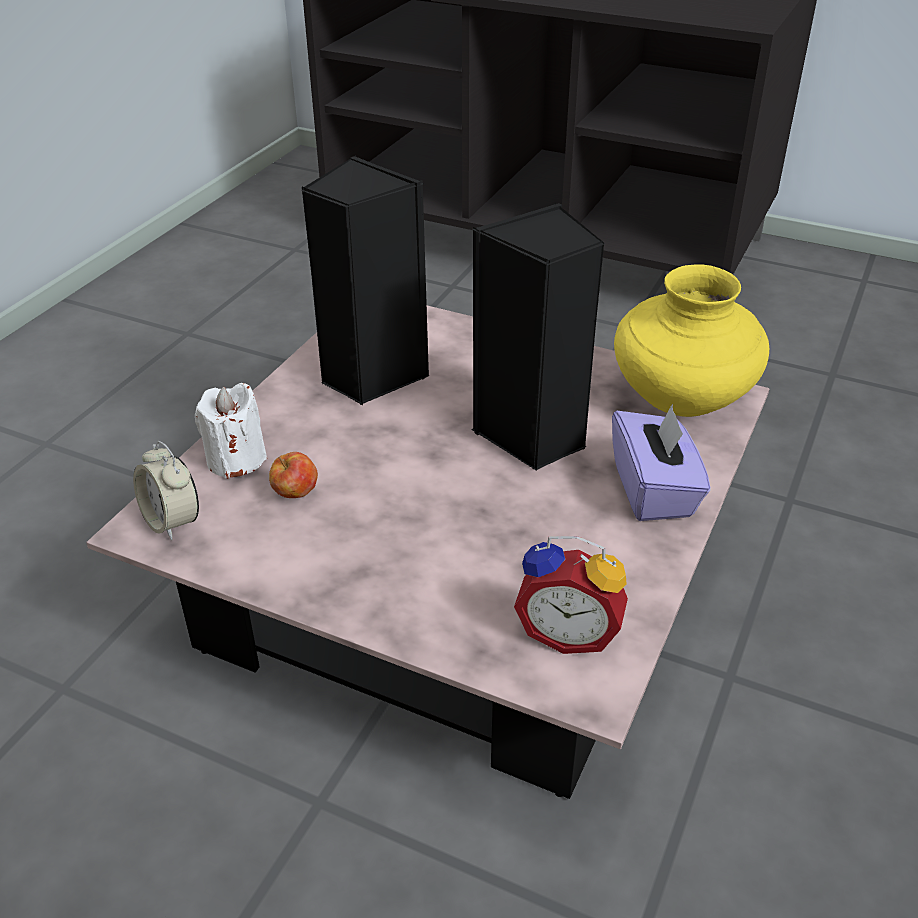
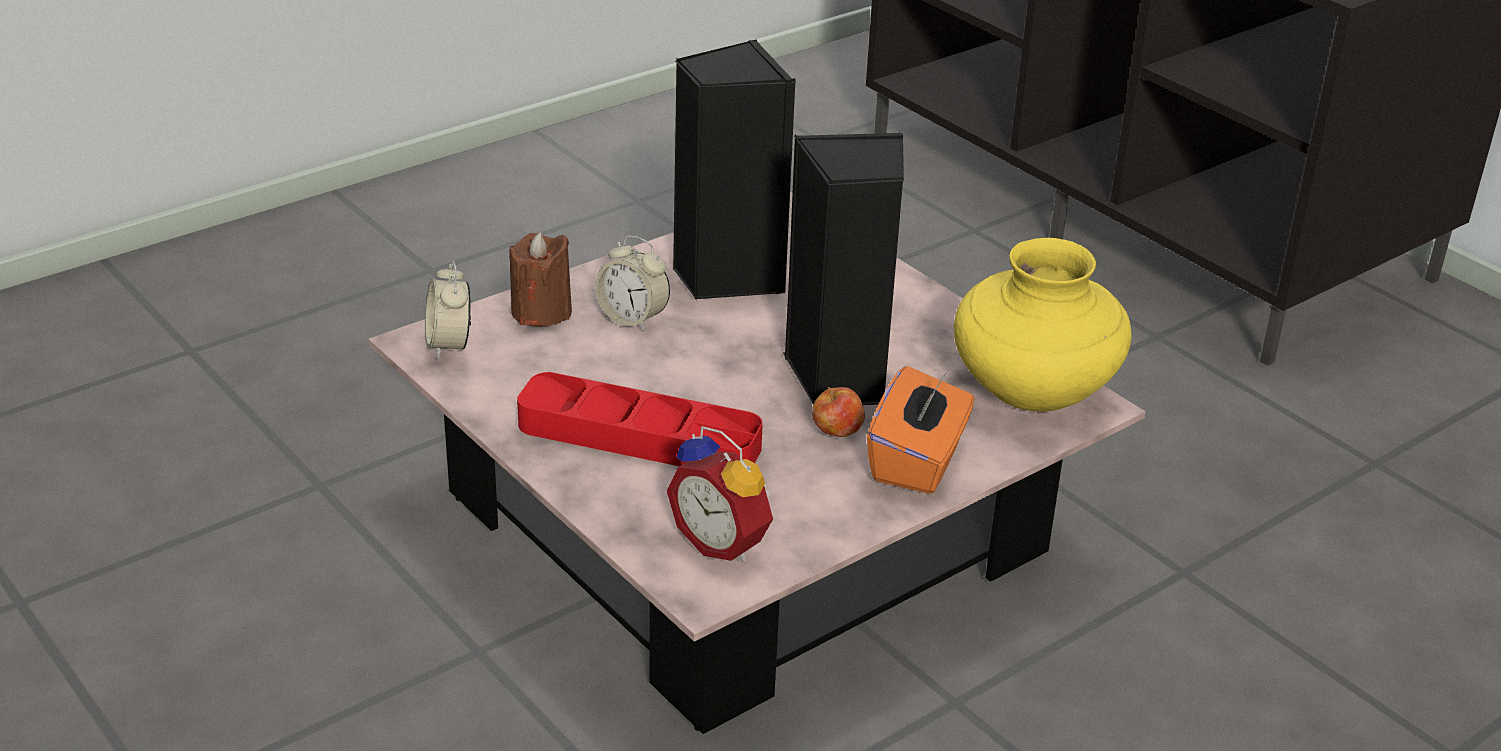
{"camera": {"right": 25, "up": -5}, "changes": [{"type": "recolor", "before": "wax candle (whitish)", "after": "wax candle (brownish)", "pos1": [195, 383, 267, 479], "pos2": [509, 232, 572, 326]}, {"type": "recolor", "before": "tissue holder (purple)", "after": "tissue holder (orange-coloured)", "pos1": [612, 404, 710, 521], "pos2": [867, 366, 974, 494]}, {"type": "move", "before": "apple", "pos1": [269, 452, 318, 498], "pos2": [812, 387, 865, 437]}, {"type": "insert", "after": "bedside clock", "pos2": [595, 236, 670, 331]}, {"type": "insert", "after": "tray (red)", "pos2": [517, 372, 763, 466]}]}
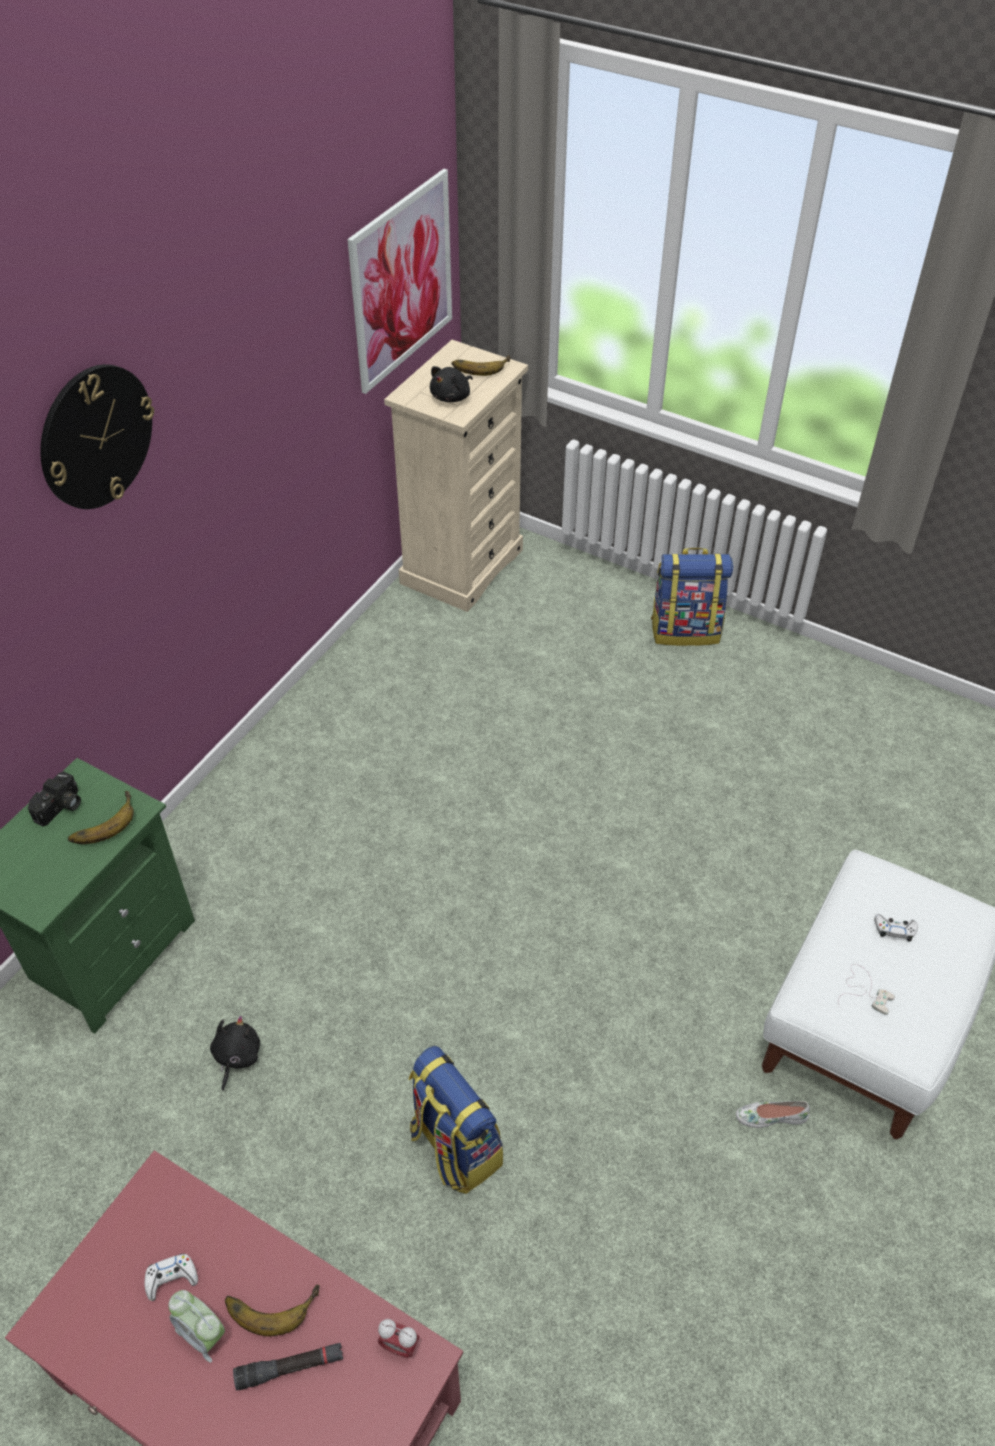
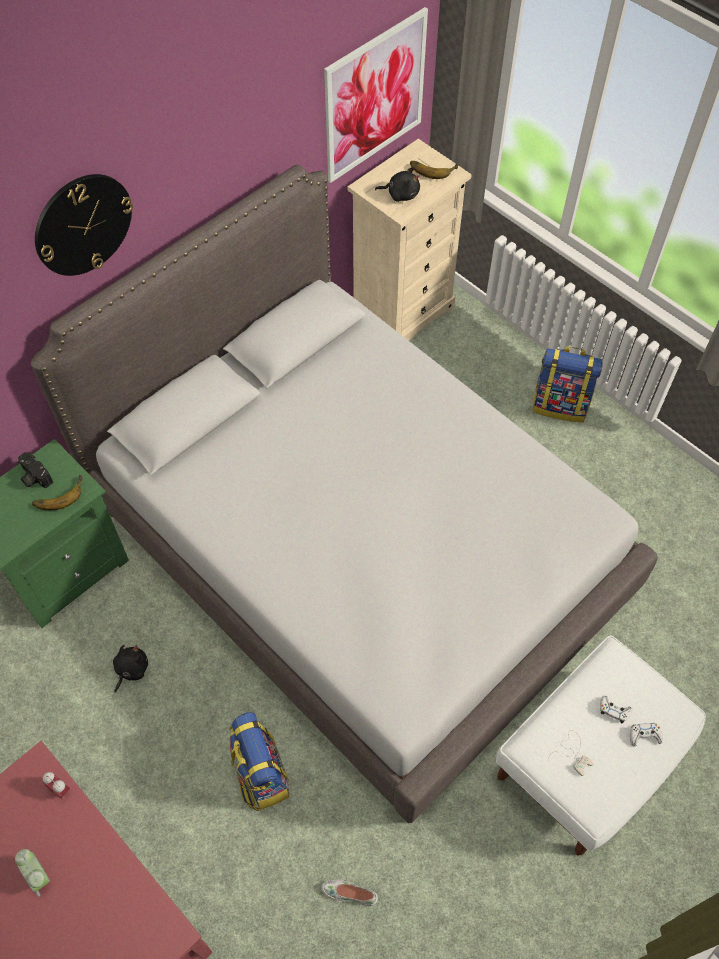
{"camera": {"right": 15, "up": 10}, "changes": [{"type": "rotate", "before": "soft toy (blackish)", "pos1": [430, 366, 473, 402], "pos2": [375, 167, 420, 202], "turn": -135}, {"type": "rotate", "before": "still camera", "pos1": [28, 771, 81, 826], "pos2": [18, 452, 53, 488], "turn": 90}, {"type": "move", "before": "shoe (whitish)", "pos1": [736, 1101, 810, 1128], "pos2": [322, 880, 378, 906]}, {"type": "move", "before": "game controller (whitish)", "pos1": [144, 1253, 198, 1301], "pos2": [630, 723, 663, 747]}, {"type": "delete", "before": "banana", "pos1": [225, 1284, 320, 1336]}, {"type": "move", "before": "bedside clock", "pos1": [377, 1319, 420, 1358], "pos2": [43, 772, 70, 798]}, {"type": "delete", "before": "hand torch (blackish)", "pos1": [233, 1343, 343, 1391]}, {"type": "insert", "after": "bed (gray)", "pos2": [31, 165, 658, 823]}]}
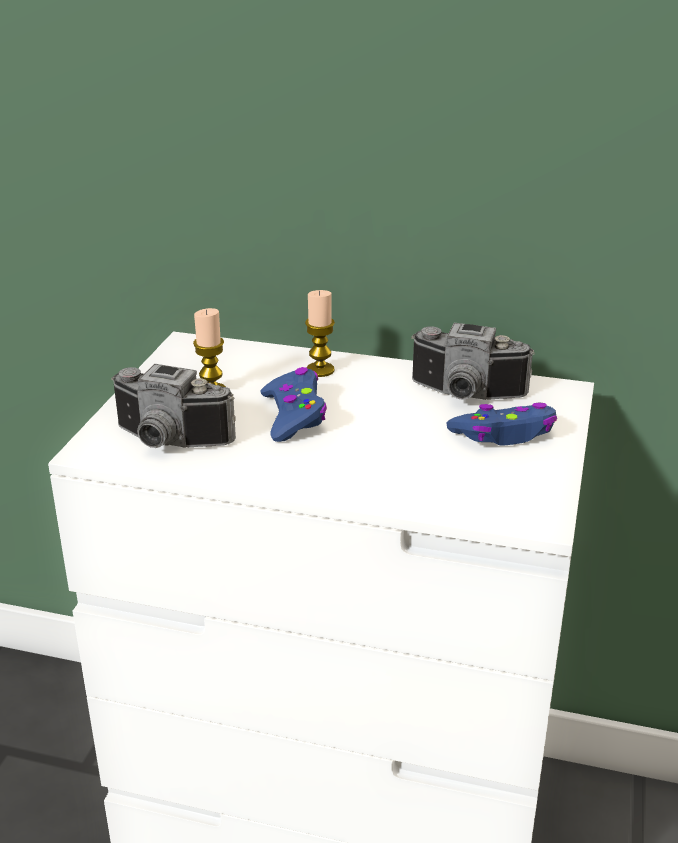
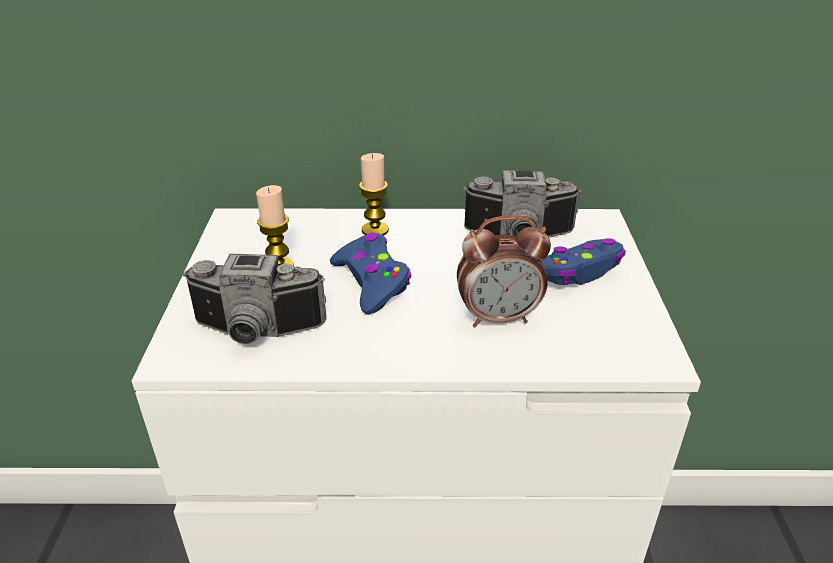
{"camera": {"right": -15, "up": 5}, "changes": [{"type": "insert", "after": "bedside clock", "pos2": [457, 215, 551, 327]}]}
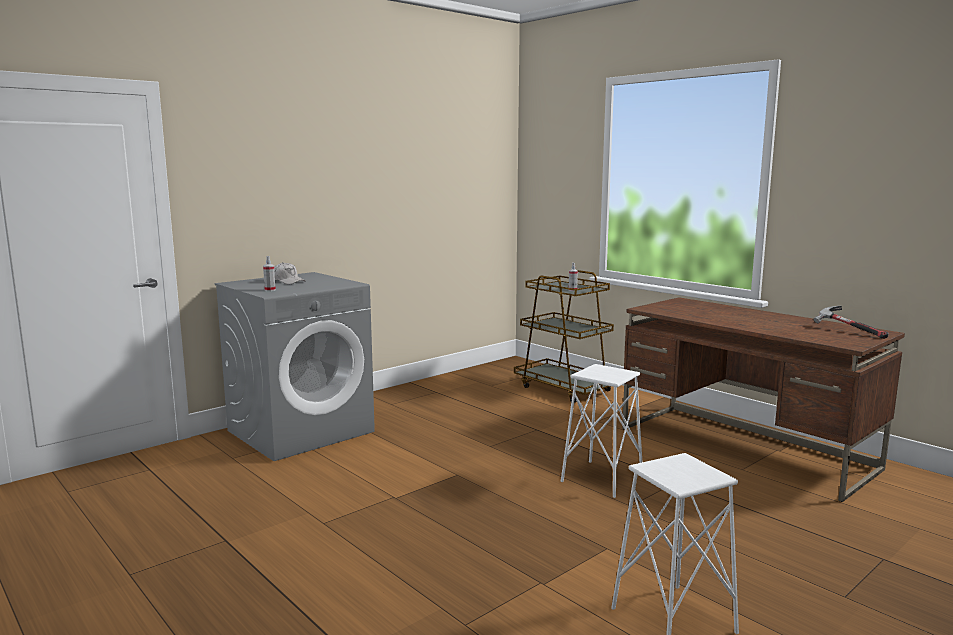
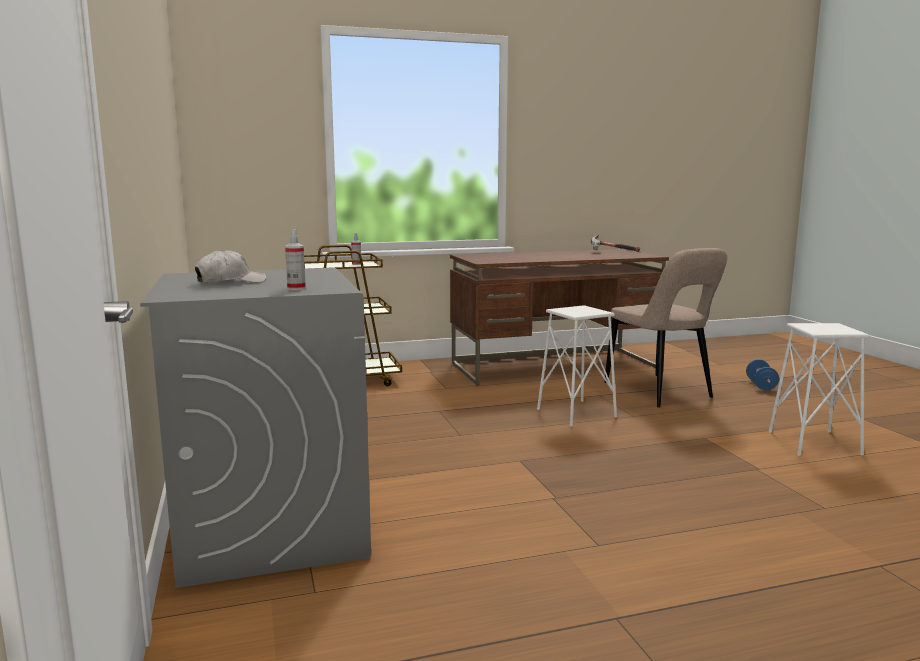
{"camera": {"right": -65, "up": 0}, "changes": [{"type": "insert", "after": "chair (beige-coloured)", "pos2": [605, 248, 727, 407]}, {"type": "insert", "after": "hand weight (blue)", "pos2": [746, 359, 779, 390]}]}
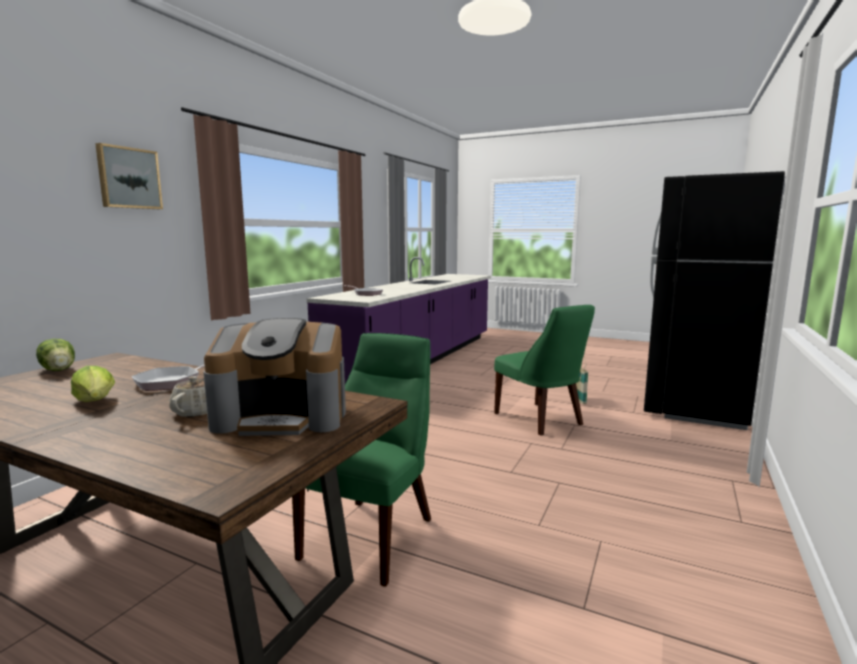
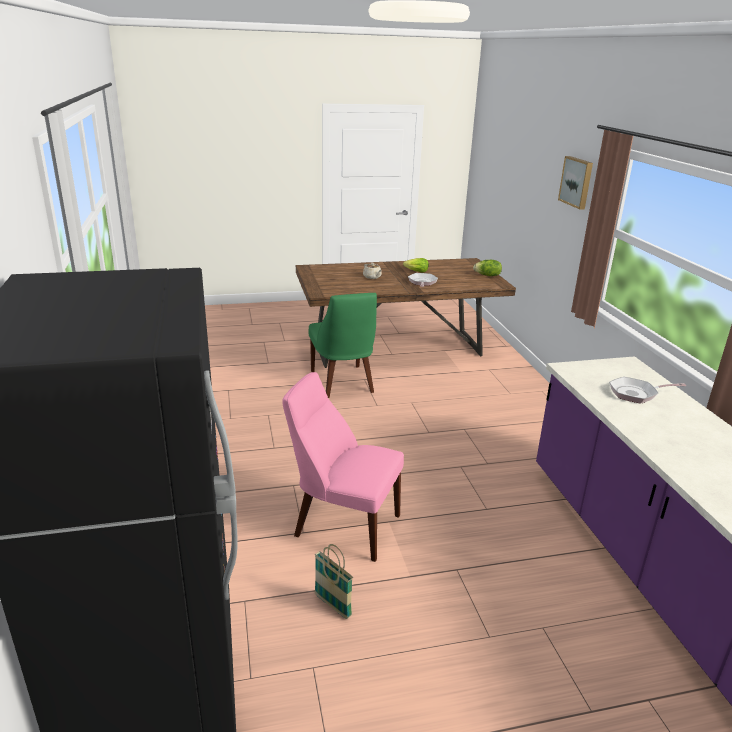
{"camera": {"right": 140, "up": 15}, "changes": [{"type": "recolor", "before": "chair (green-coloured)", "after": "chair (pinkish)", "pos1": [494, 305, 595, 436], "pos2": [282, 372, 404, 562]}, {"type": "delete", "before": "coffee maker", "pos1": [203, 318, 346, 436]}]}
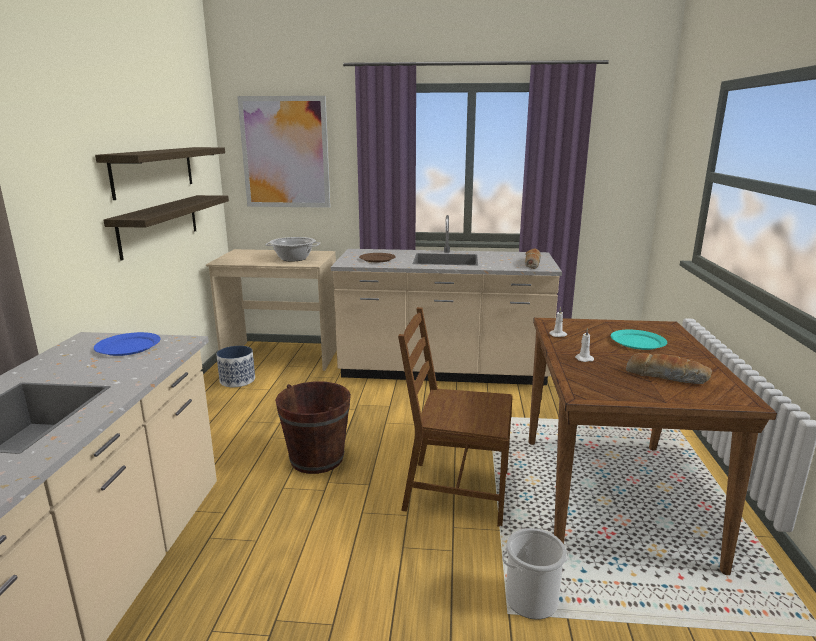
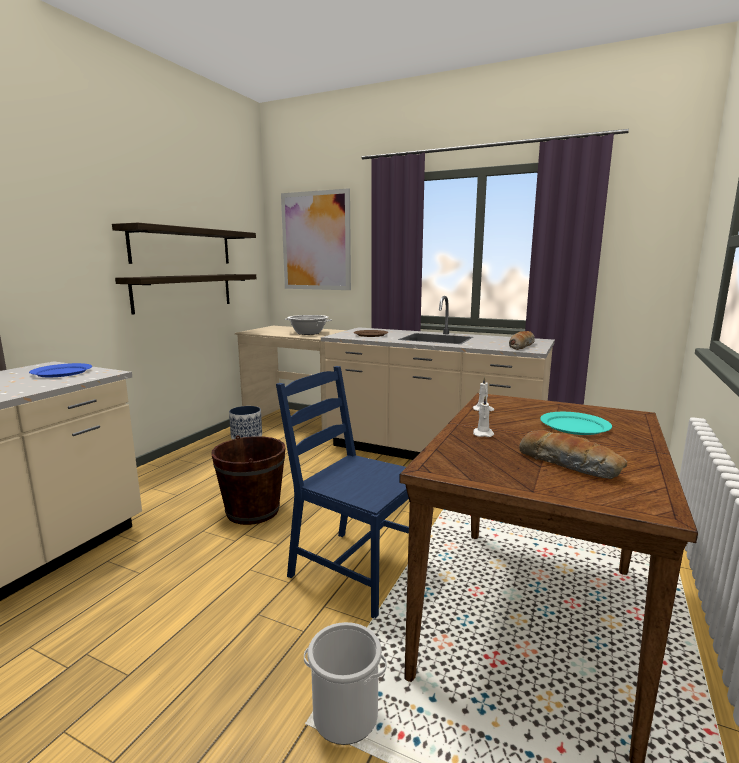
{"camera": {"right": 20, "up": -5}, "changes": [{"type": "recolor", "before": "chair (brownish)", "after": "chair (blue)", "pos1": [398, 307, 513, 527], "pos2": [276, 366, 409, 618]}]}
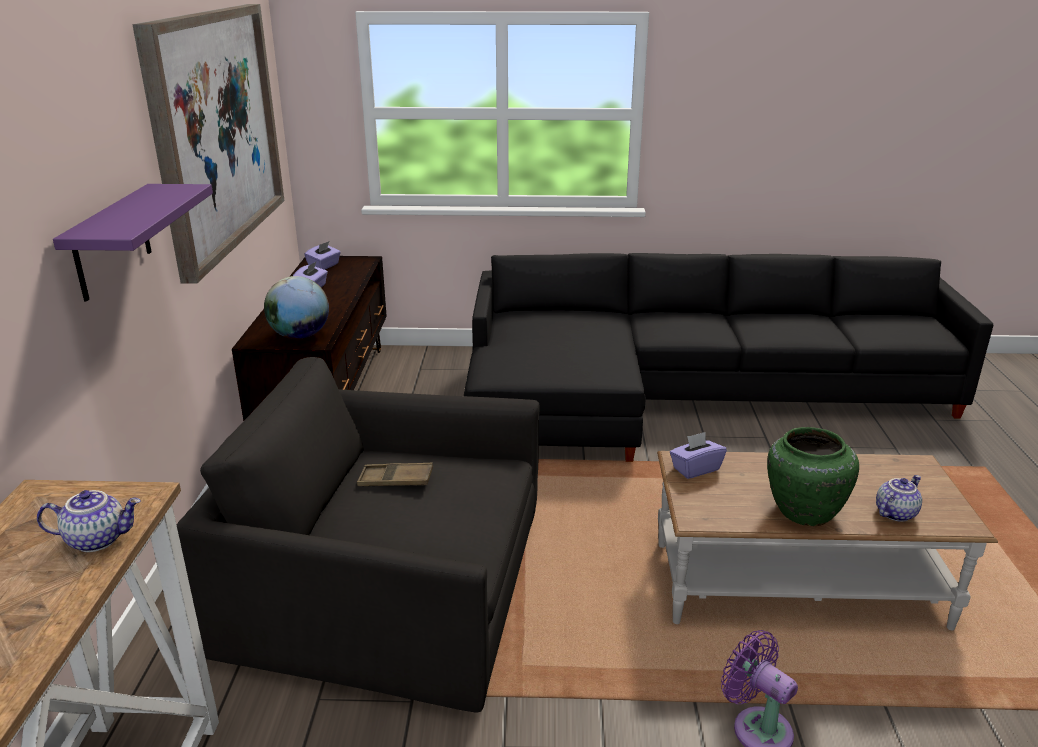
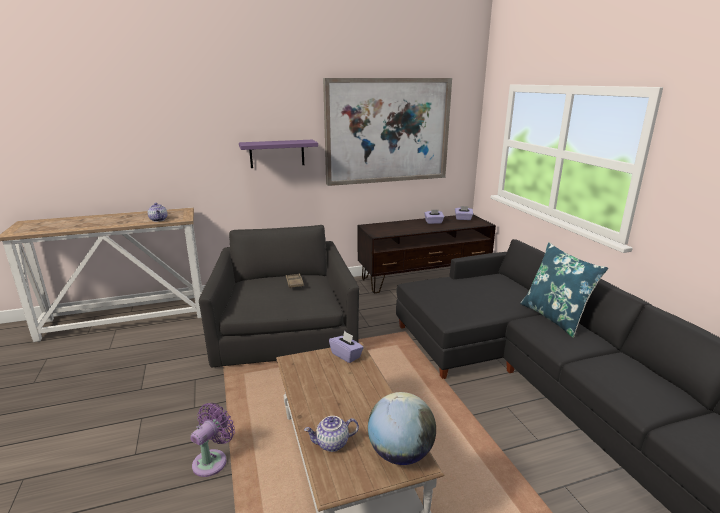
{"camera": {"right": 70, "up": -5}, "changes": [{"type": "move", "before": "world globe", "pos1": [264, 276, 329, 339], "pos2": [368, 392, 436, 465]}, {"type": "delete", "before": "flower vase (green-coloured)", "pos1": [767, 427, 859, 526]}, {"type": "rotate", "before": "teapot", "pos1": [876, 475, 922, 522], "pos2": [304, 416, 359, 452], "turn": 135}, {"type": "insert", "after": "throw pillow (blue)", "pos2": [520, 243, 609, 338]}]}
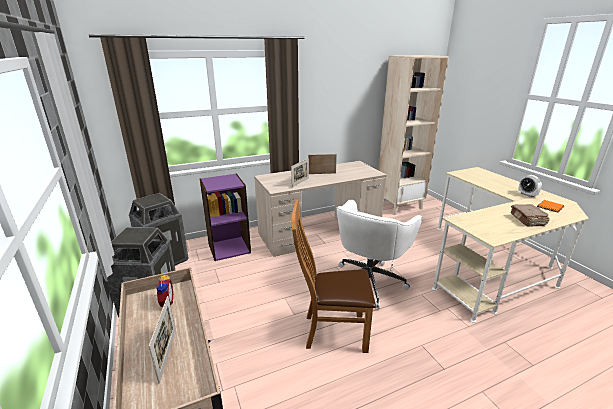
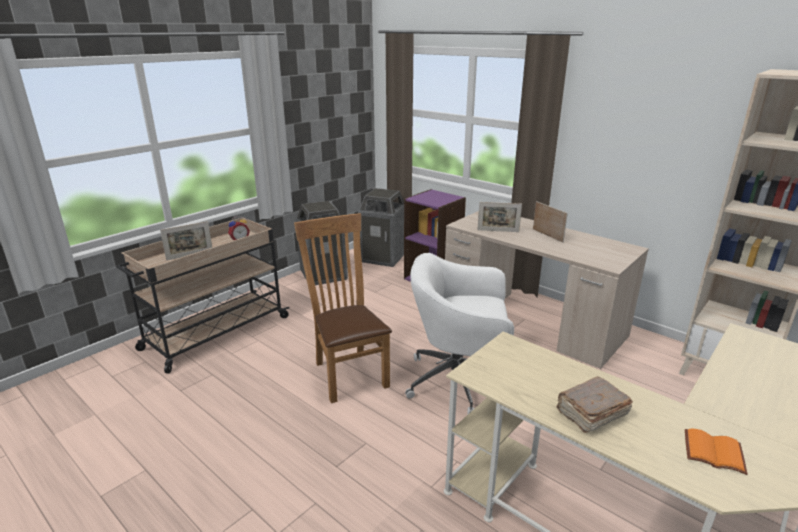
{"camera": {"right": 65, "up": 0}, "changes": [{"type": "delete", "before": "bedside clock", "pos1": [518, 175, 542, 197]}]}
